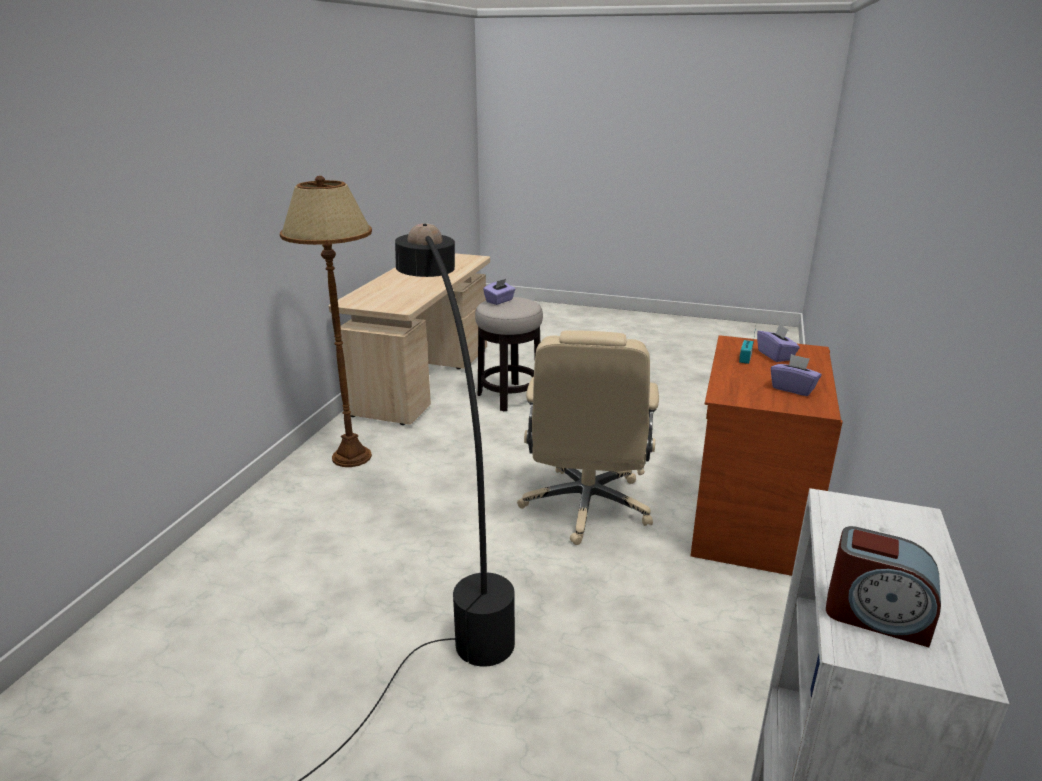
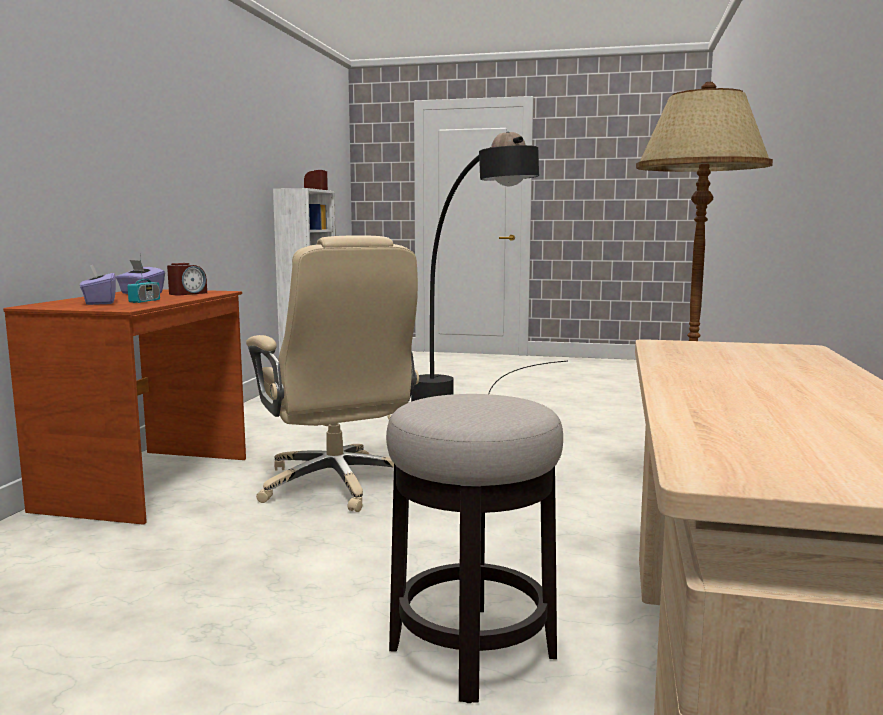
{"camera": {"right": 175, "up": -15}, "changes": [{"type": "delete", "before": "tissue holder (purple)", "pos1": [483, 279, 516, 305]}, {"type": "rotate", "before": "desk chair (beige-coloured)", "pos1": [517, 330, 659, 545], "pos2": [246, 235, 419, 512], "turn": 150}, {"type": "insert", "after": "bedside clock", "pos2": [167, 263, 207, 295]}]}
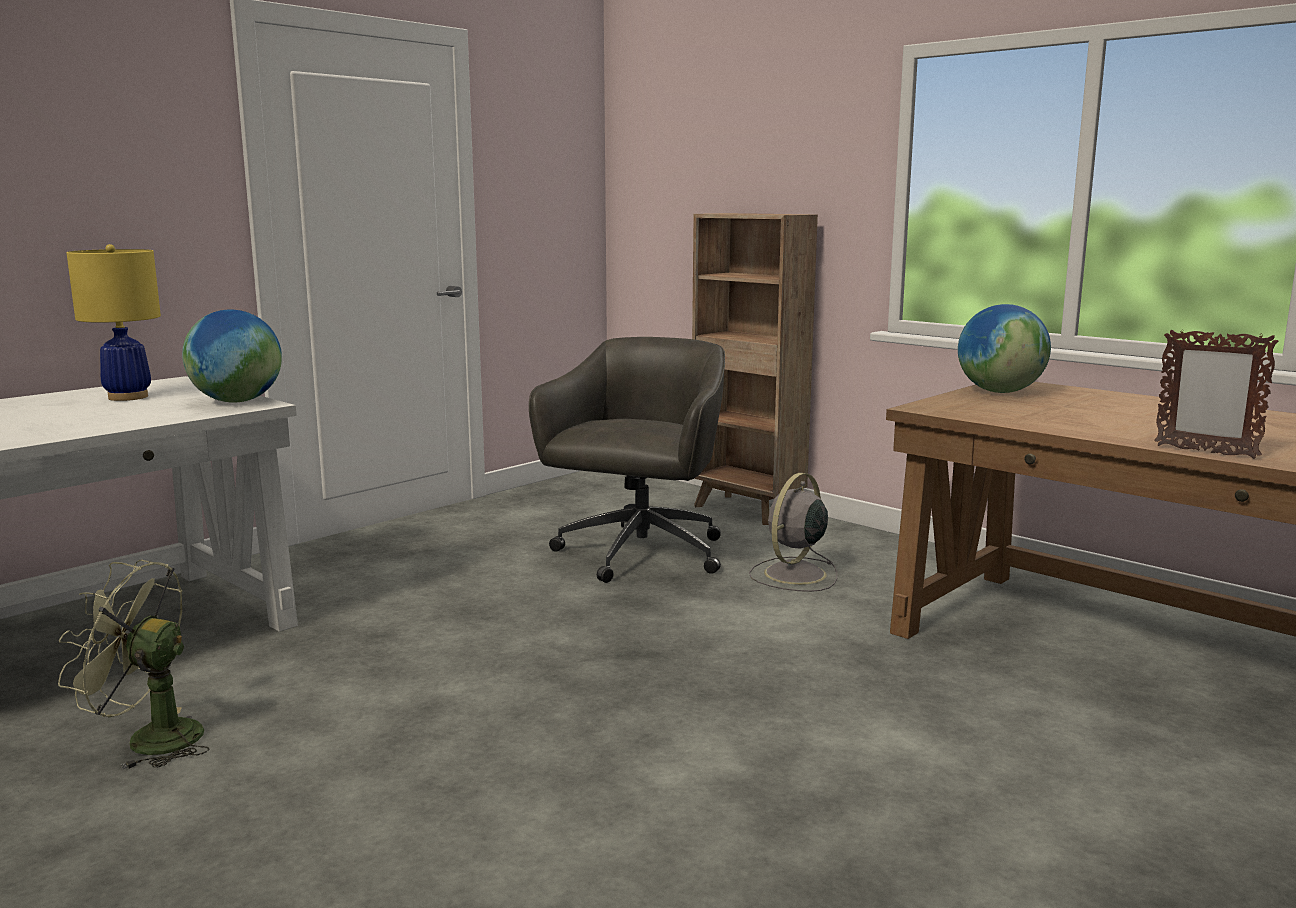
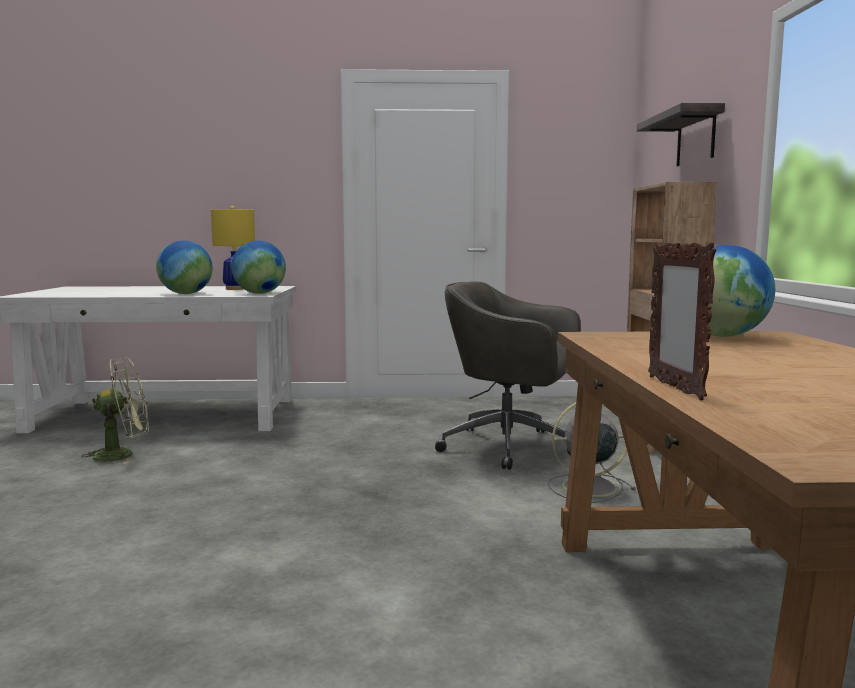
{"camera": {"right": 45, "up": -5}, "changes": [{"type": "rotate", "before": "desk chair (gray)", "pos1": [529, 337, 725, 583], "pos2": [435, 282, 581, 470], "turn": -135}, {"type": "rotate", "before": "electric fan (green-coloured)", "pos1": [58, 560, 210, 769], "pos2": [81, 357, 149, 464], "turn": 105}, {"type": "insert", "after": "wall shelf", "pos2": [637, 103, 725, 166]}, {"type": "insert", "after": "world globe", "pos2": [156, 240, 213, 294]}]}
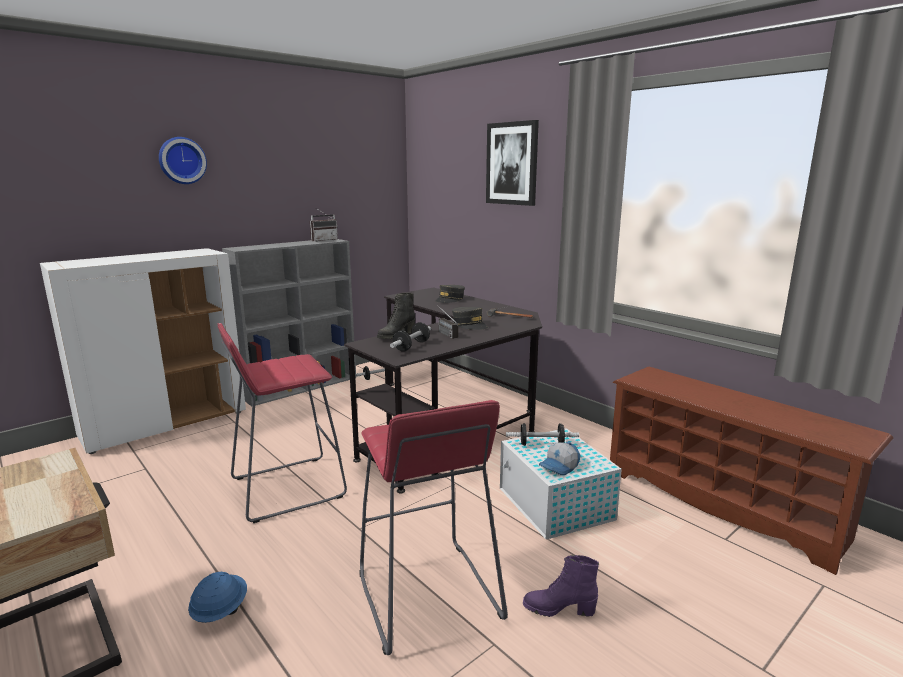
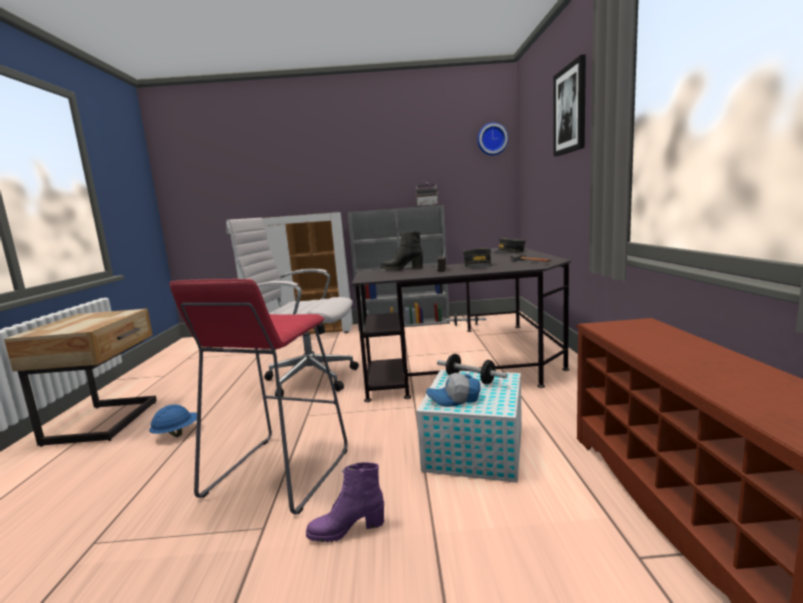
{"camera": {"right": 40, "up": -5}, "changes": [{"type": "move", "before": "wall clock", "pos1": [159, 137, 207, 184], "pos2": [477, 123, 508, 155]}, {"type": "delete", "before": "hand weight", "pos1": [390, 322, 431, 351]}, {"type": "replace", "before": "stool (red)", "after": "desk chair (whitish)", "pos1": [217, 323, 347, 523], "pos2": [226, 218, 359, 397]}, {"type": "rotate", "before": "high-top boot (purple)", "pos1": [523, 555, 599, 617], "pos2": [306, 462, 384, 542], "turn": -60}]}
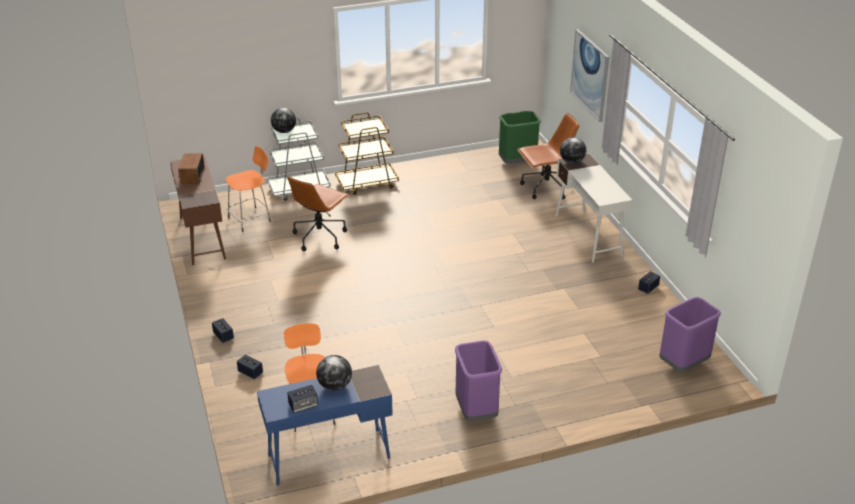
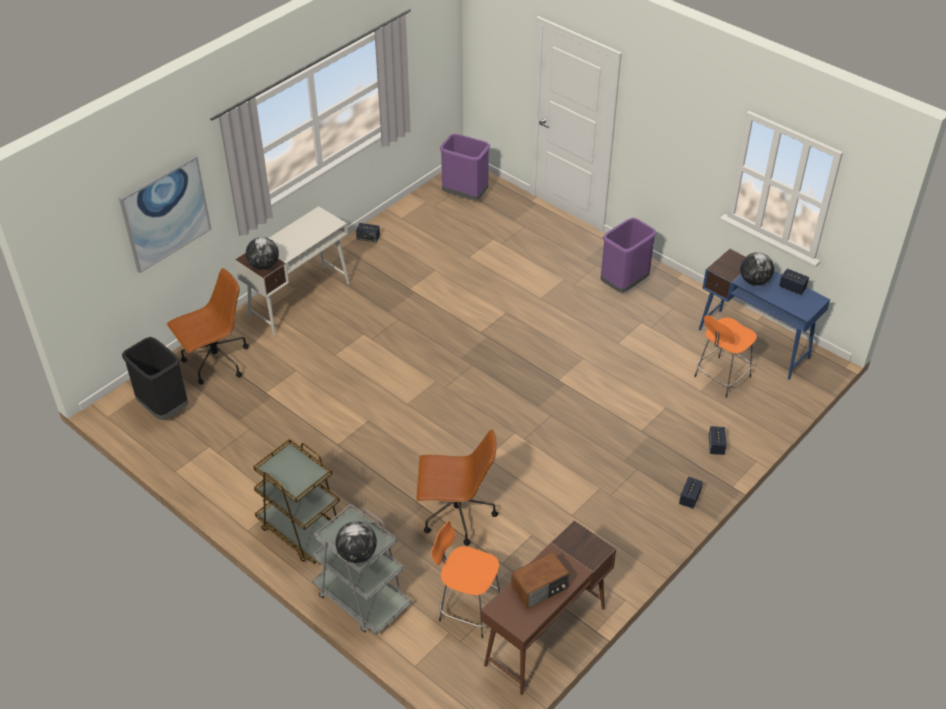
{"camera": {"right": -120, "up": 10}, "changes": [{"type": "recolor", "before": "waste bin (green-coloured)", "after": "waste bin (blackish)", "pos1": [499, 111, 541, 164], "pos2": [122, 337, 188, 420]}, {"type": "rotate", "before": "desk chair (brownish)", "pos1": [518, 113, 579, 199], "pos2": [167, 268, 249, 385], "turn": 105}]}
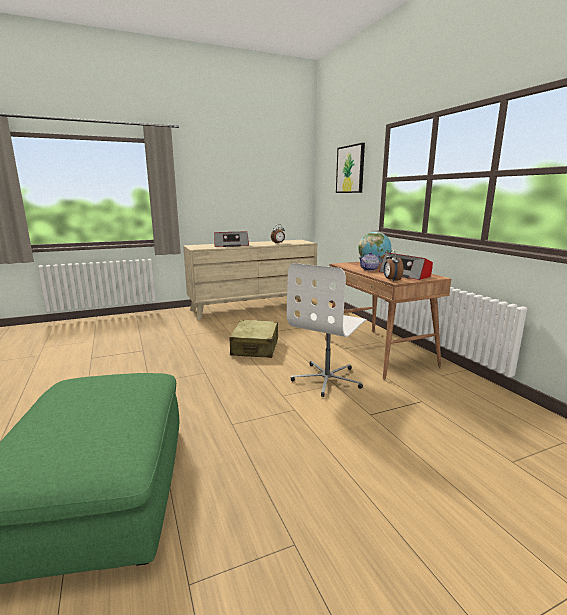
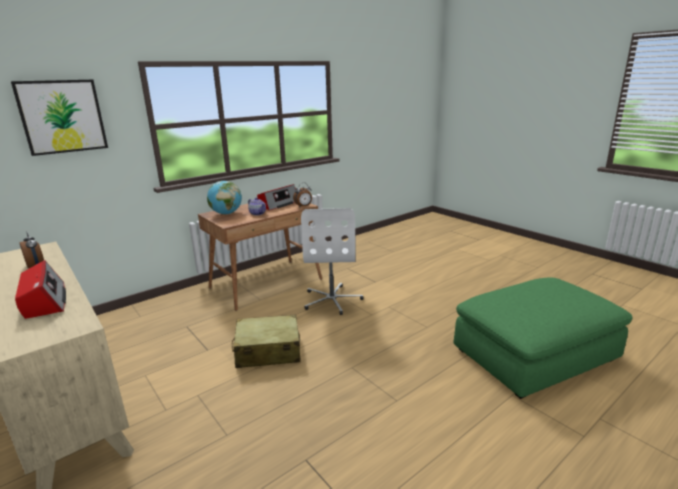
{"camera": {"right": -105, "up": 5}, "changes": [{"type": "rotate", "before": "desk chair (whitish)", "pos1": [287, 263, 367, 397], "pos2": [301, 208, 364, 315], "turn": 75}]}
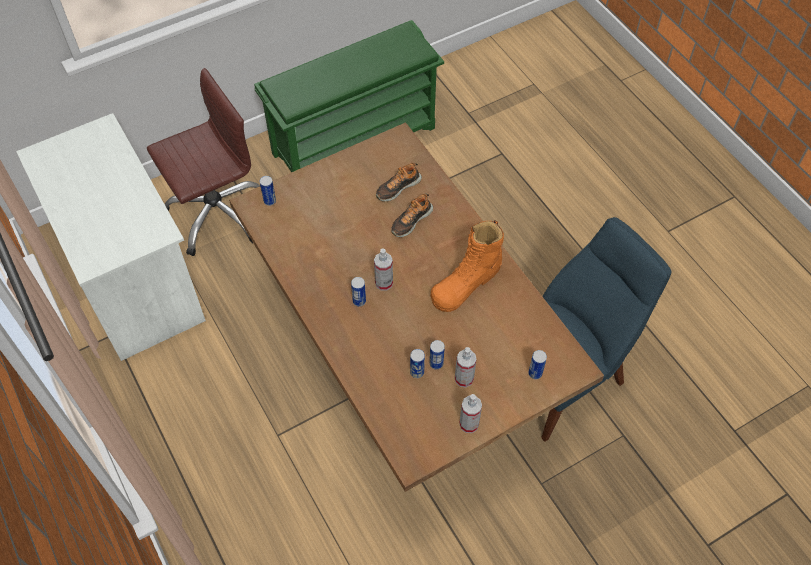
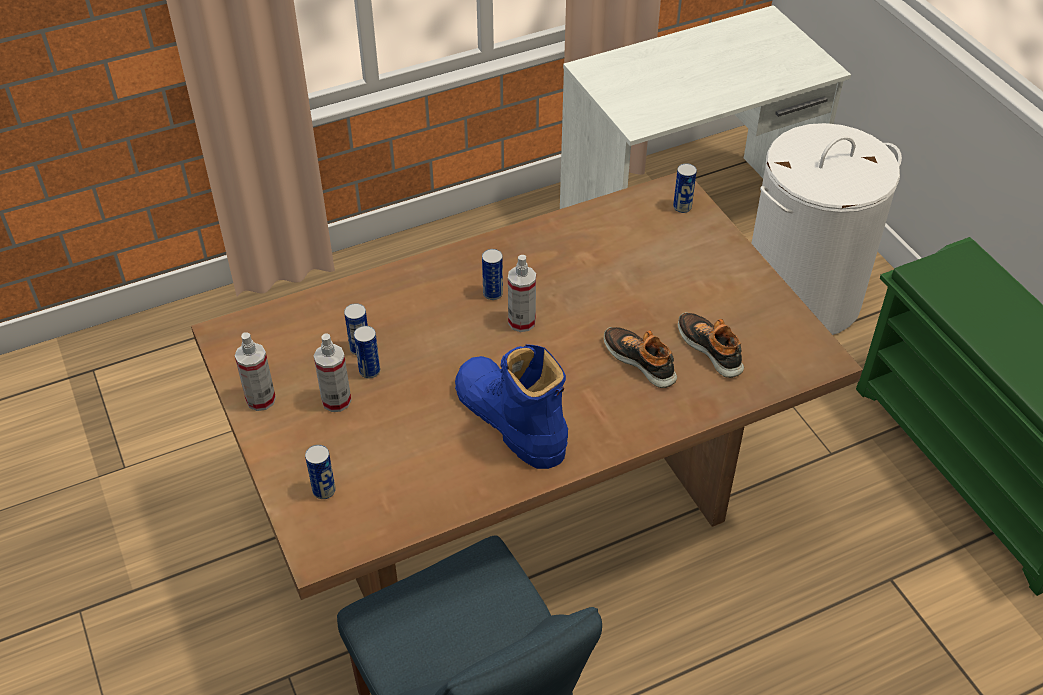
{"camera": {"right": 95, "up": -10}, "changes": [{"type": "replace", "before": "desk chair (brownish)", "after": "laundry basket (whitish)", "pos1": [147, 68, 260, 256], "pos2": [751, 123, 902, 335]}, {"type": "recolor", "before": "high-top boot (orange-coloured)", "after": "high-top boot (blue)", "pos1": [431, 220, 504, 312], "pos2": [455, 344, 568, 469]}]}
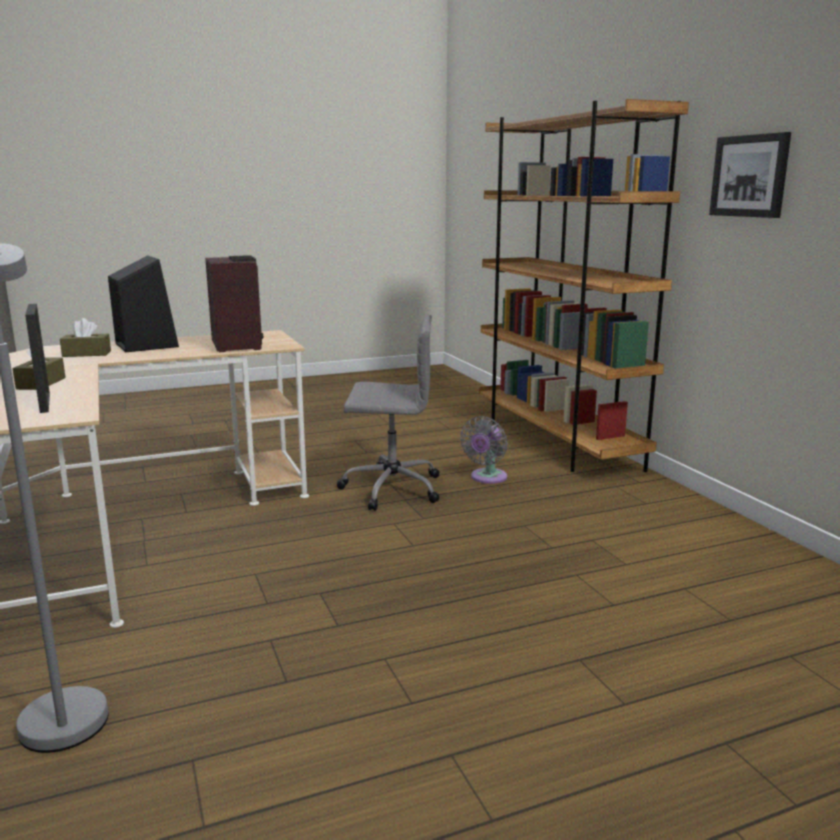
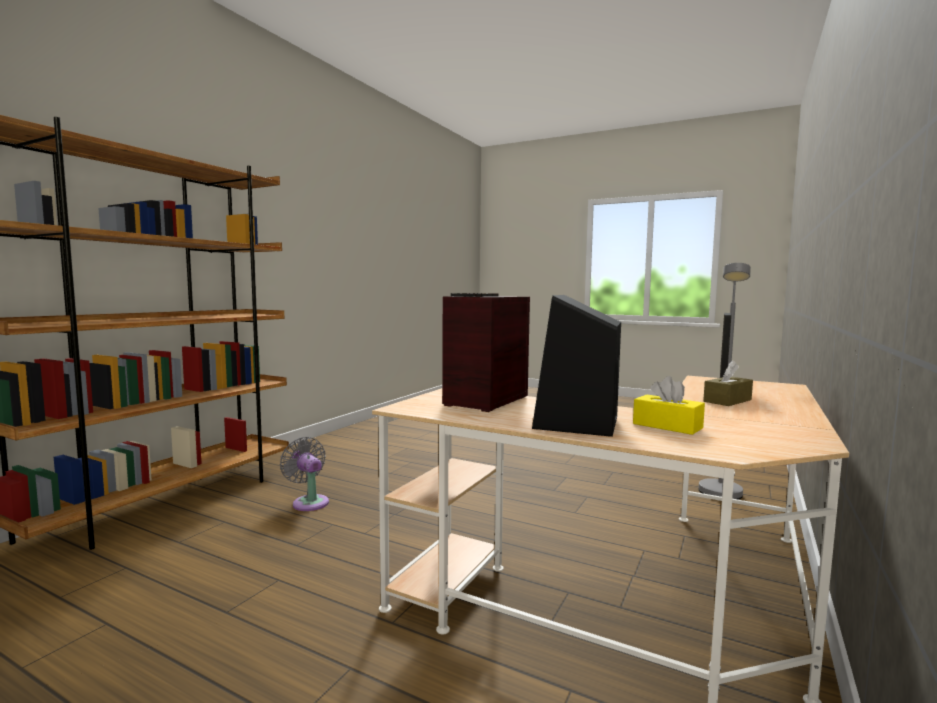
{"camera": {"right": -130, "up": -10}, "changes": [{"type": "delete", "before": "wall art", "pos1": [709, 132, 791, 218]}, {"type": "delete", "before": "desk chair (gray)", "pos1": [337, 315, 439, 511]}, {"type": "recolor", "before": "tissue holder (brownish)", "after": "tissue holder (yellow-coloured)", "pos1": [60, 318, 111, 357], "pos2": [633, 376, 705, 435]}, {"type": "rotate", "before": "electric fan (gray)", "pos1": [460, 416, 508, 484], "pos2": [280, 437, 329, 511], "turn": -120}]}
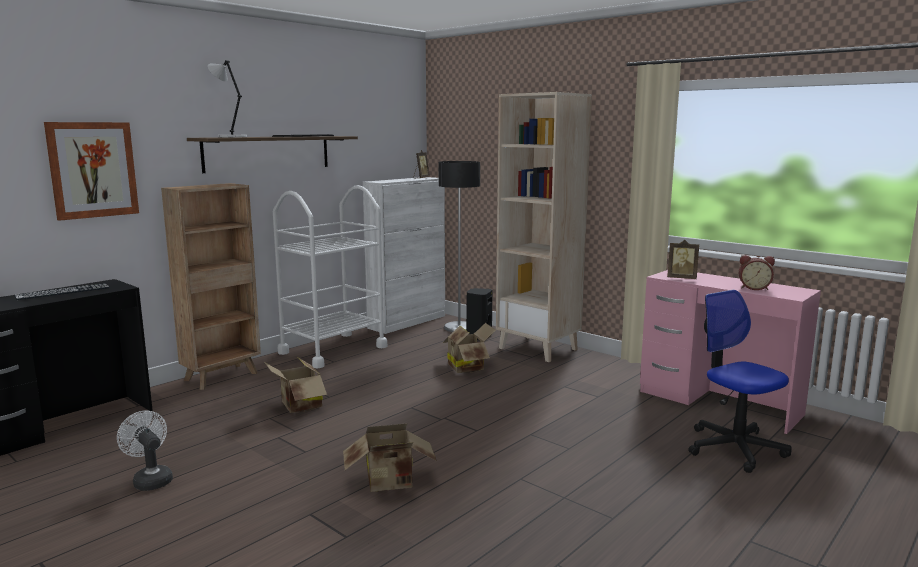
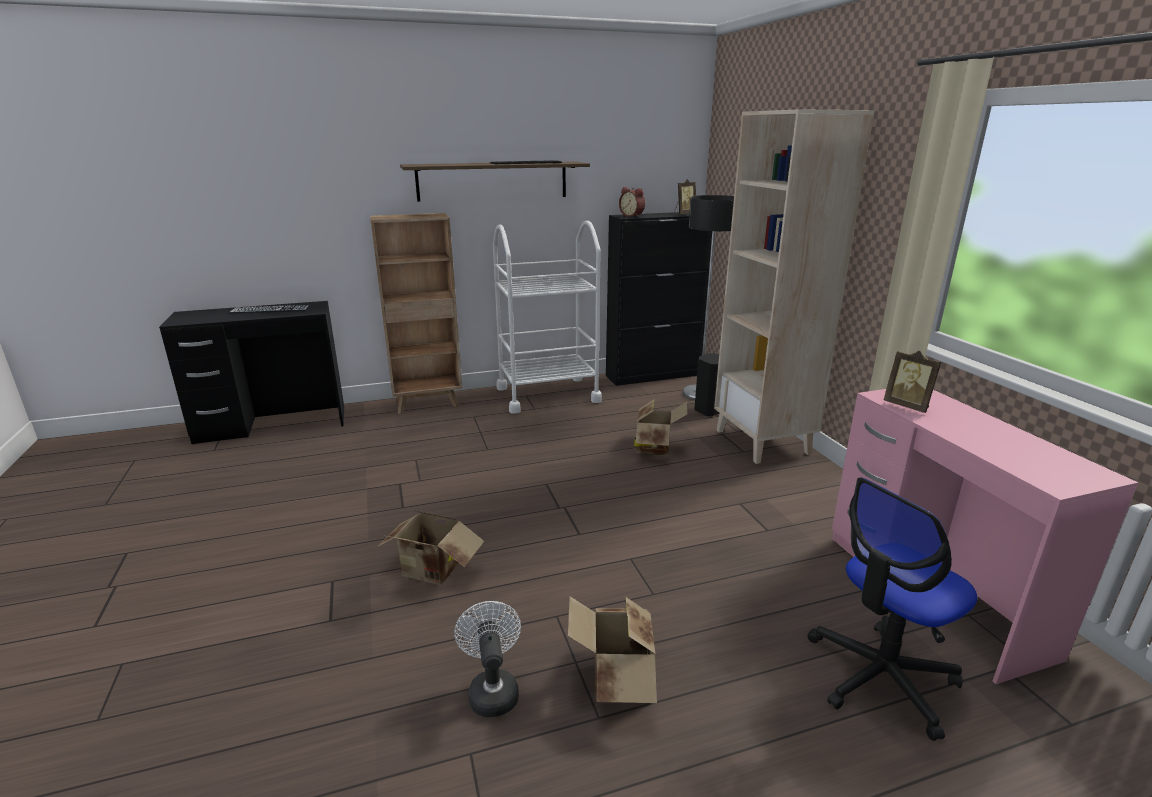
{"camera": {"right": 30, "up": 10}, "changes": [{"type": "delete", "before": "tabletop lamp (gray)", "pos1": [208, 60, 247, 137]}, {"type": "delete", "before": "wall art", "pos1": [44, 122, 139, 221]}, {"type": "recolor", "before": "cupboard (whitish)", "after": "cupboard (blackish)", "pos1": [363, 177, 445, 334], "pos2": [606, 212, 712, 386]}, {"type": "move", "before": "bedside clock", "pos1": [739, 255, 775, 290], "pos2": [619, 187, 645, 217]}, {"type": "rotate", "before": "desk chair", "pos1": [688, 290, 792, 473], "pos2": [807, 477, 977, 741], "turn": -120}, {"type": "move", "before": "cardboard box", "pos1": [264, 356, 327, 413], "pos2": [568, 596, 657, 703]}, {"type": "move", "before": "electric fan (whitish)", "pos1": [117, 411, 173, 491], "pos2": [454, 601, 521, 717]}]}
